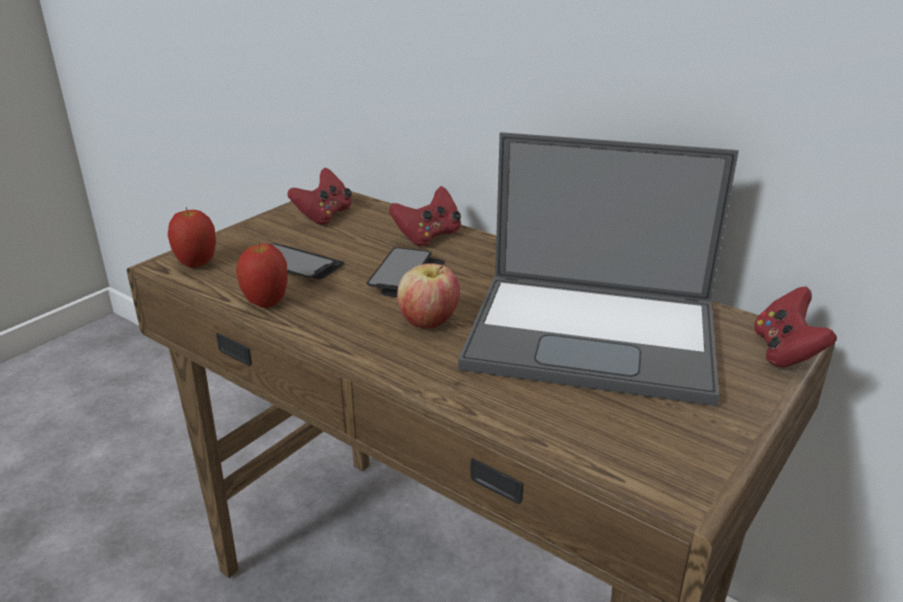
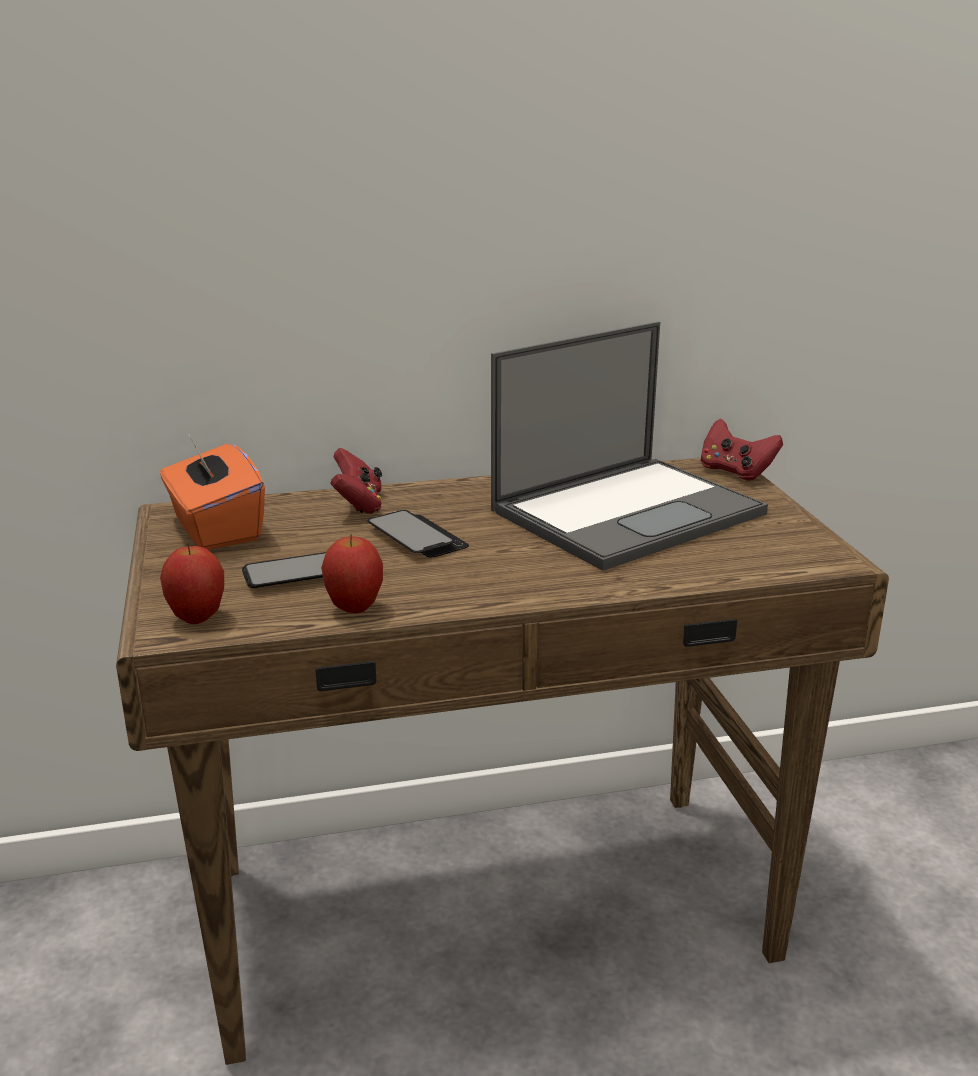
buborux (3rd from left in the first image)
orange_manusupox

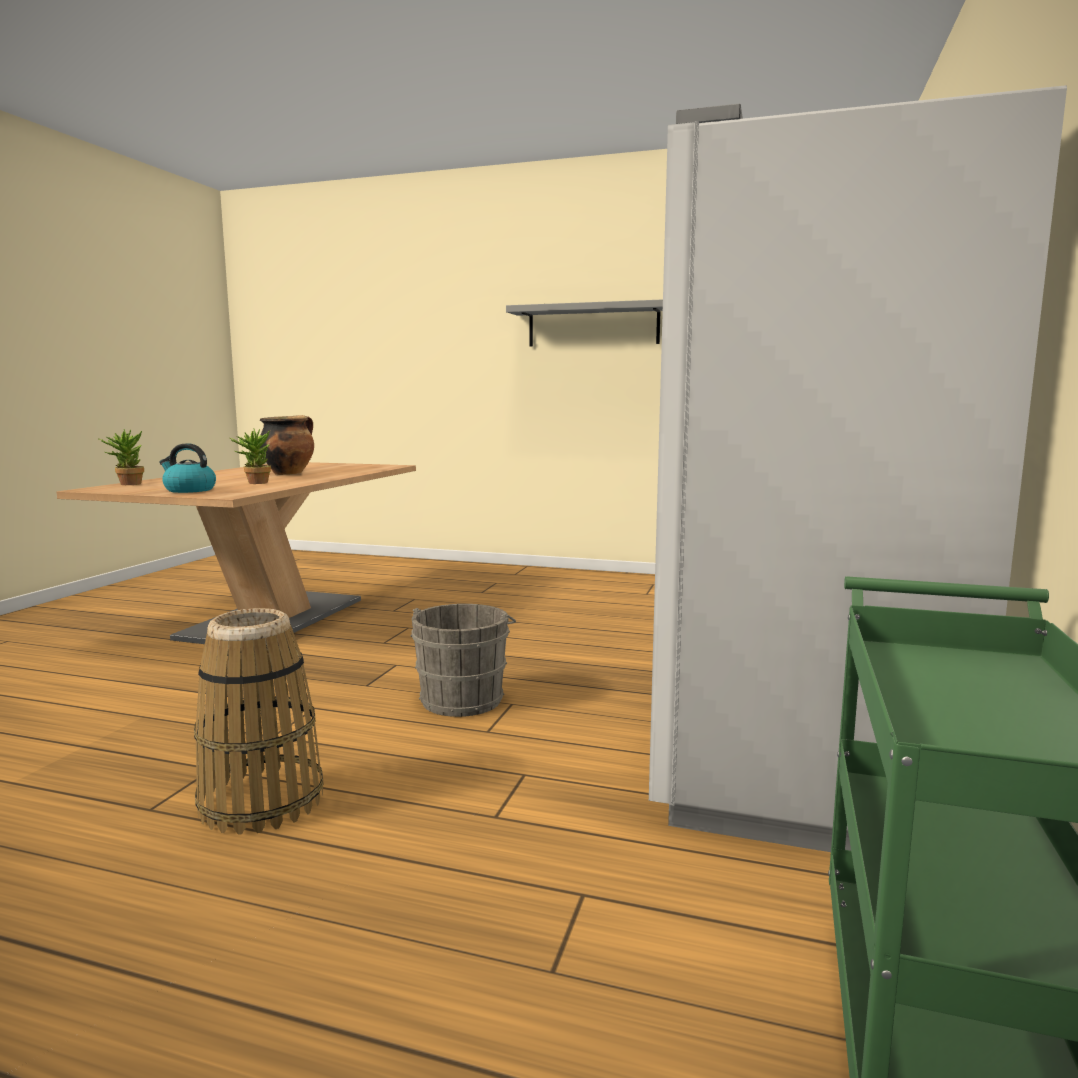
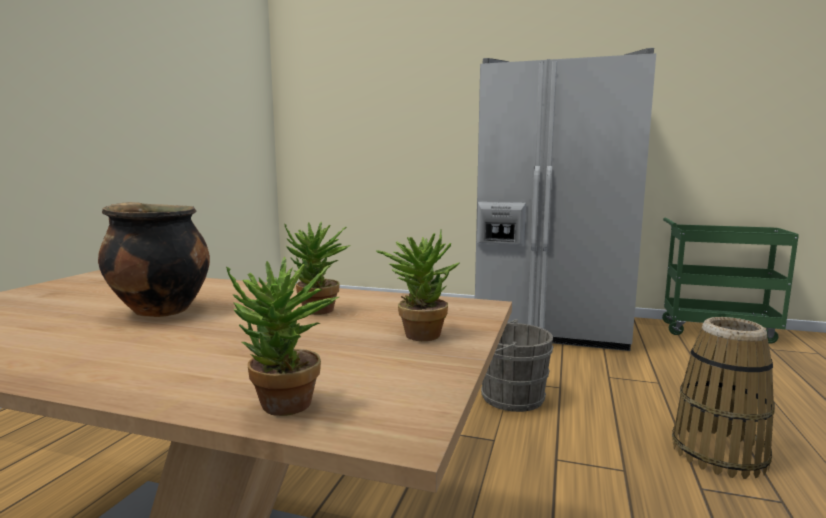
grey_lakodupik
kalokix (3rd from left)

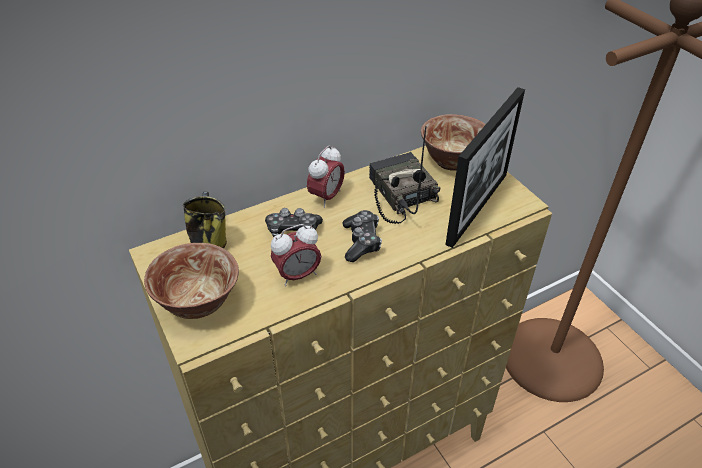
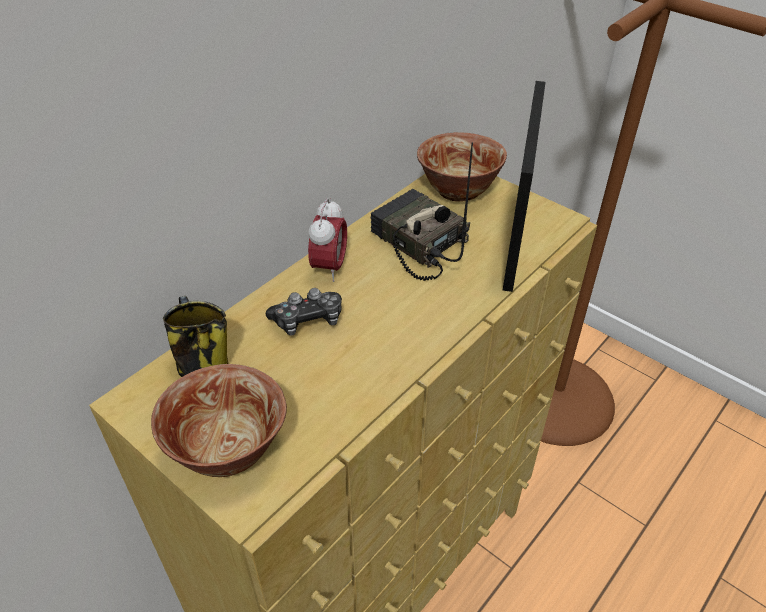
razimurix (1st from left in the first image)
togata (2nd from left in the first image)

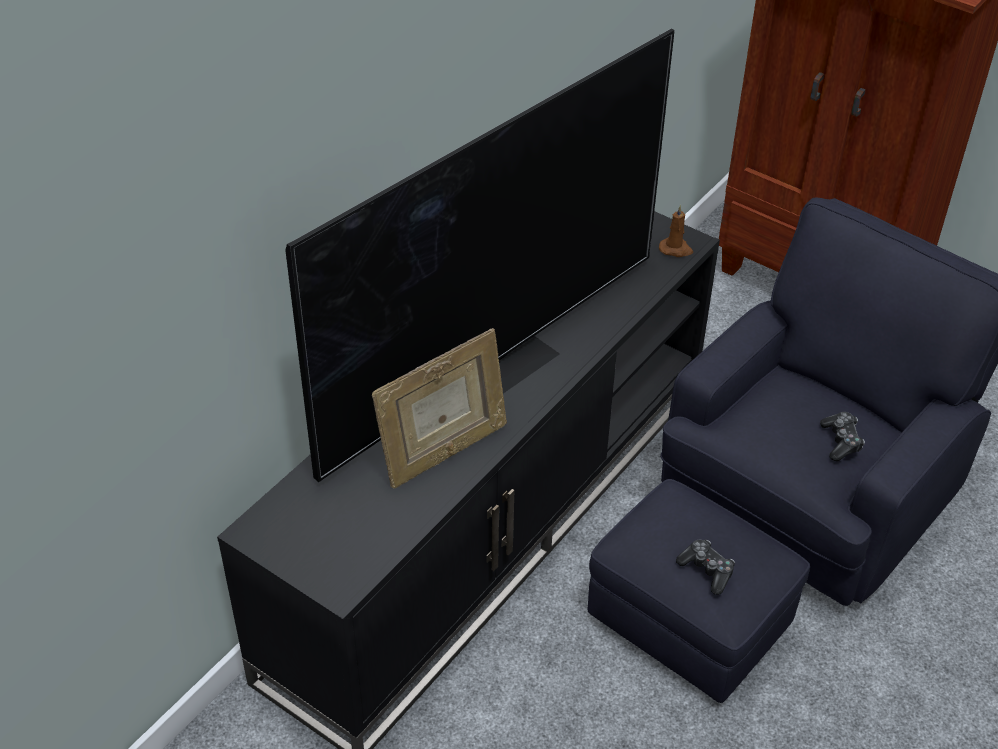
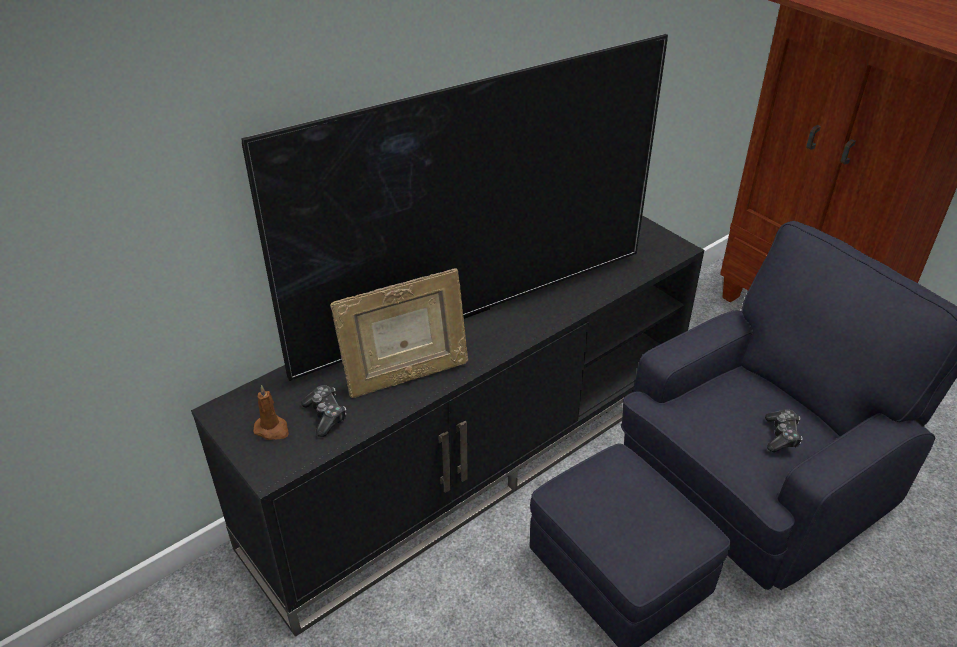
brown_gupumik
togata (1st from left)

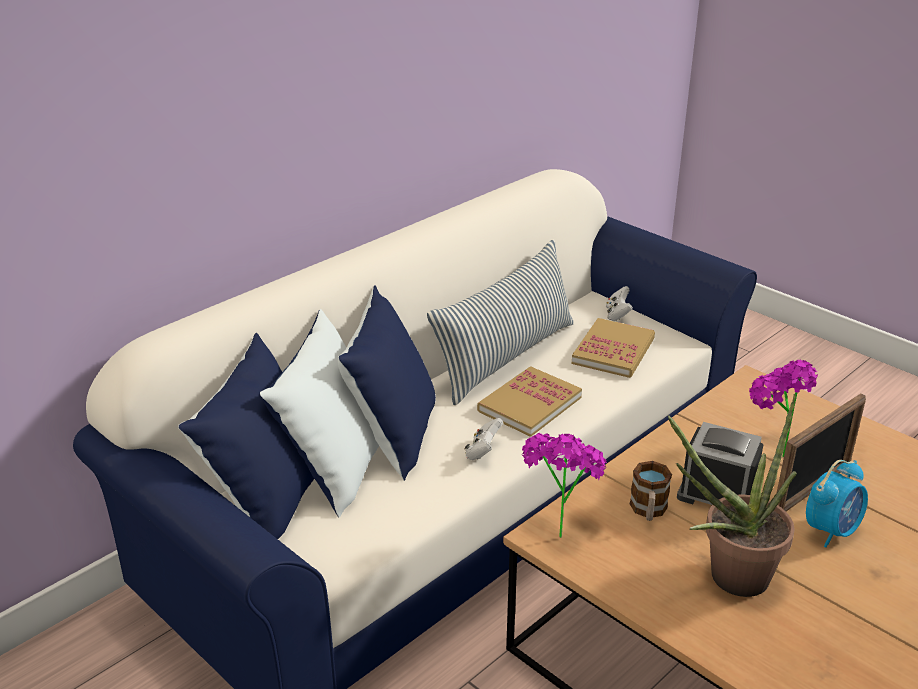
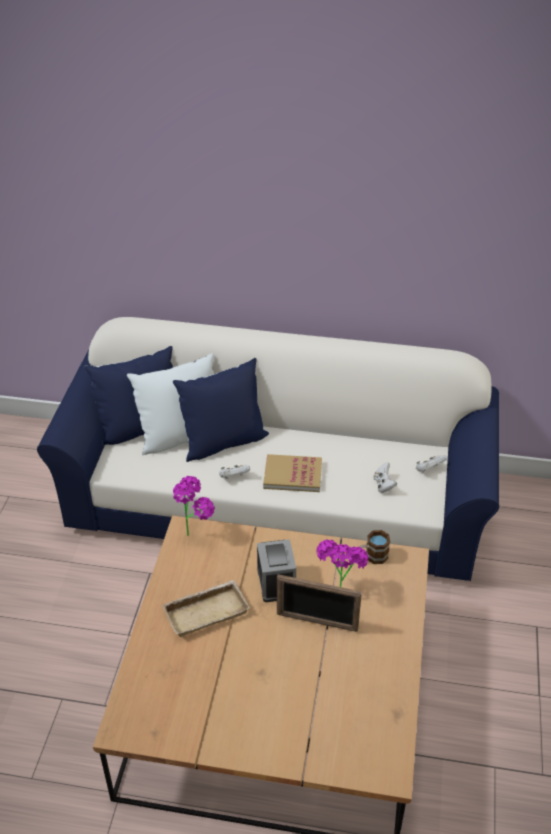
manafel
razimurix (2nd from left in the first image)
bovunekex
white_togata (2nd from left)
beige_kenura

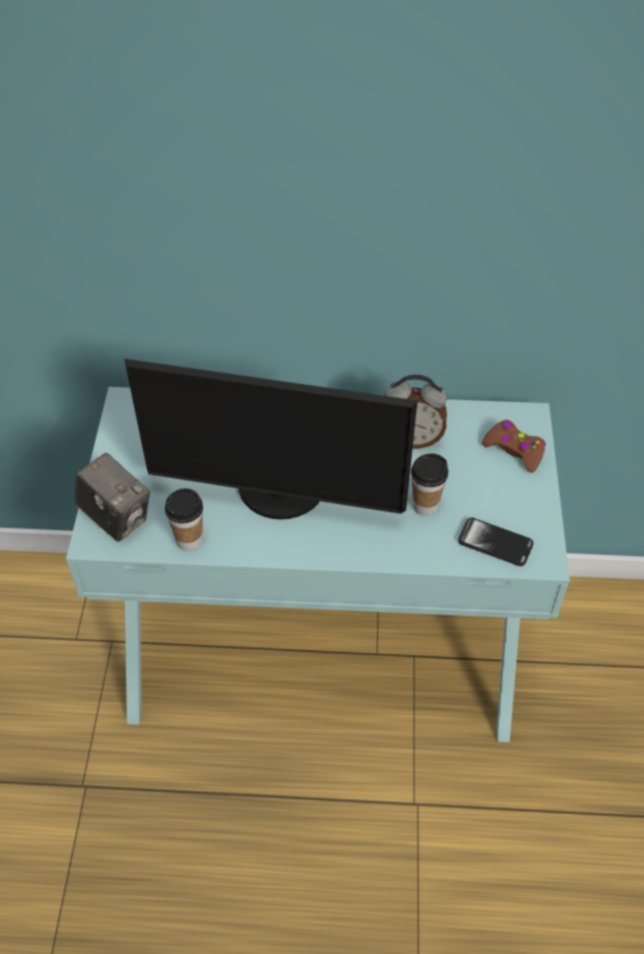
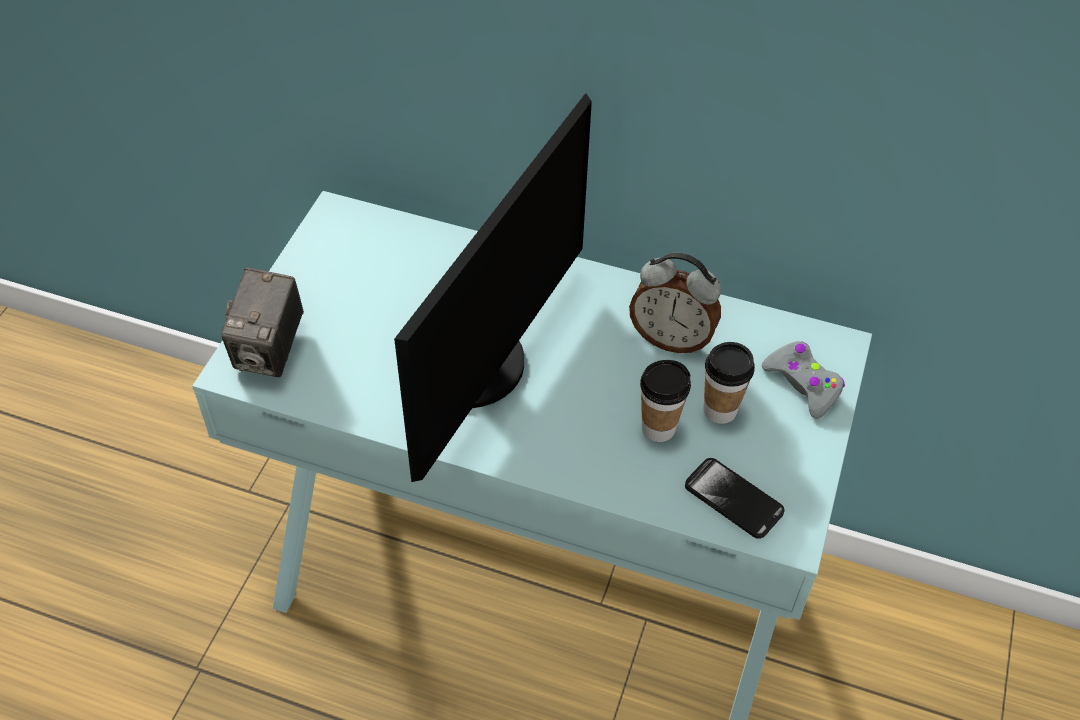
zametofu (2nd from left)
grey_togata
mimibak
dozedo

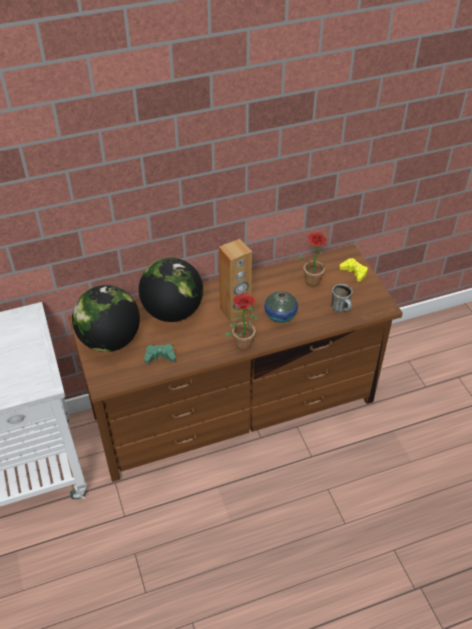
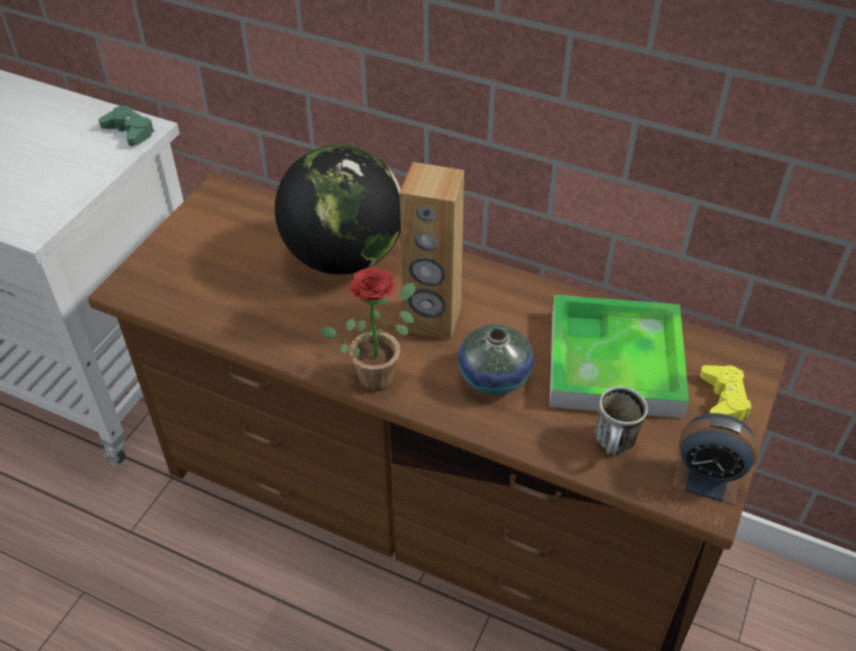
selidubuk (1st from left in the first image)
razimurix
green_togata
kenura

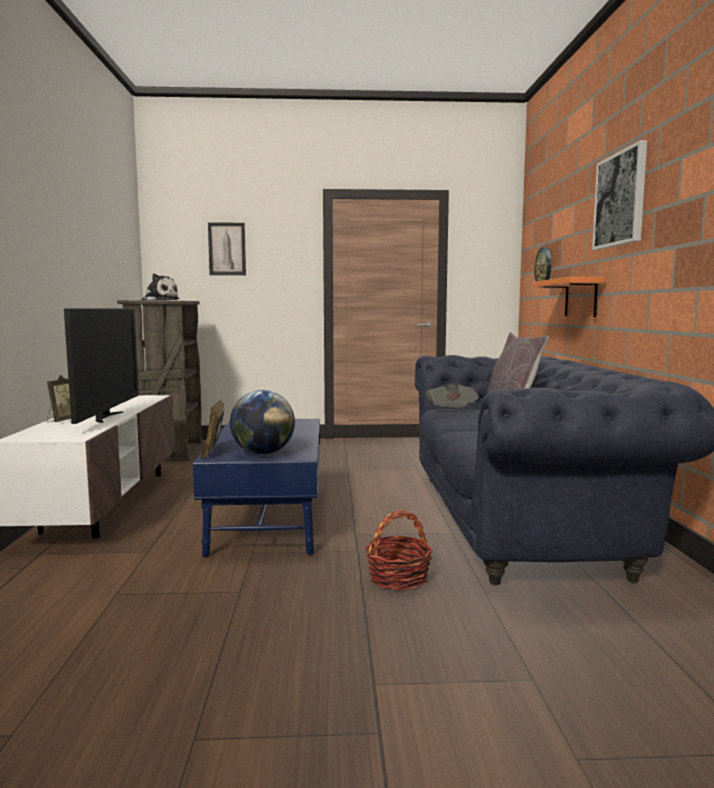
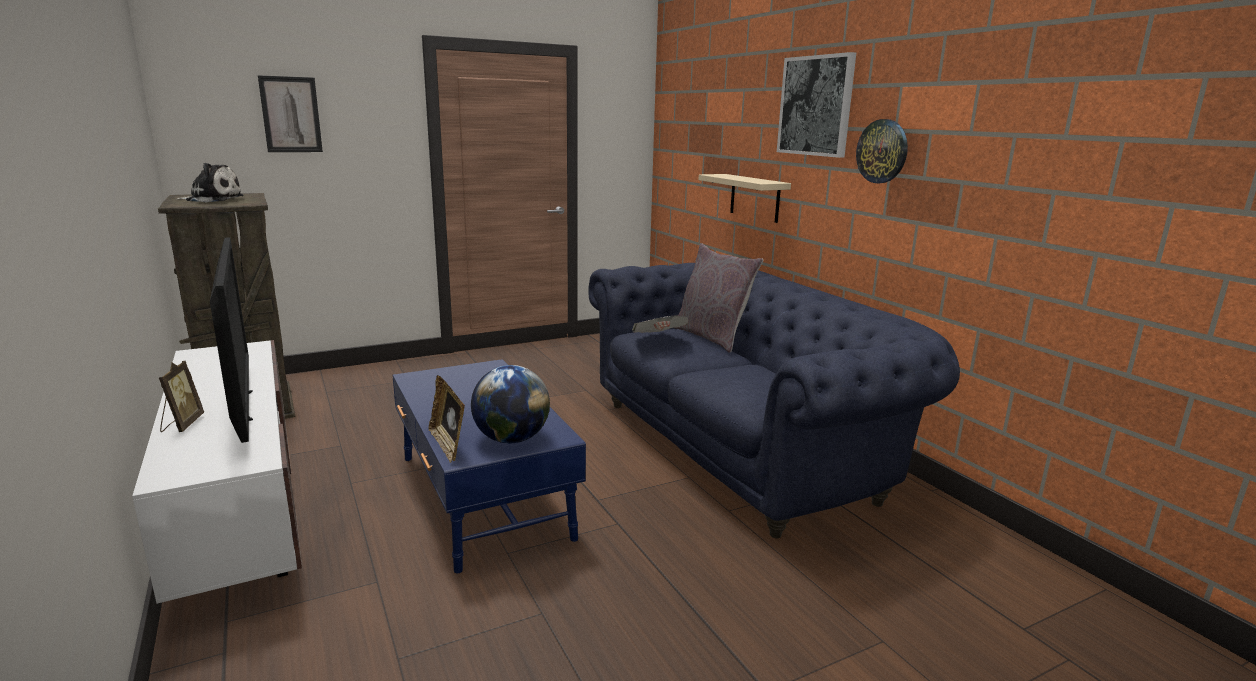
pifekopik
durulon
beige_lakodupik

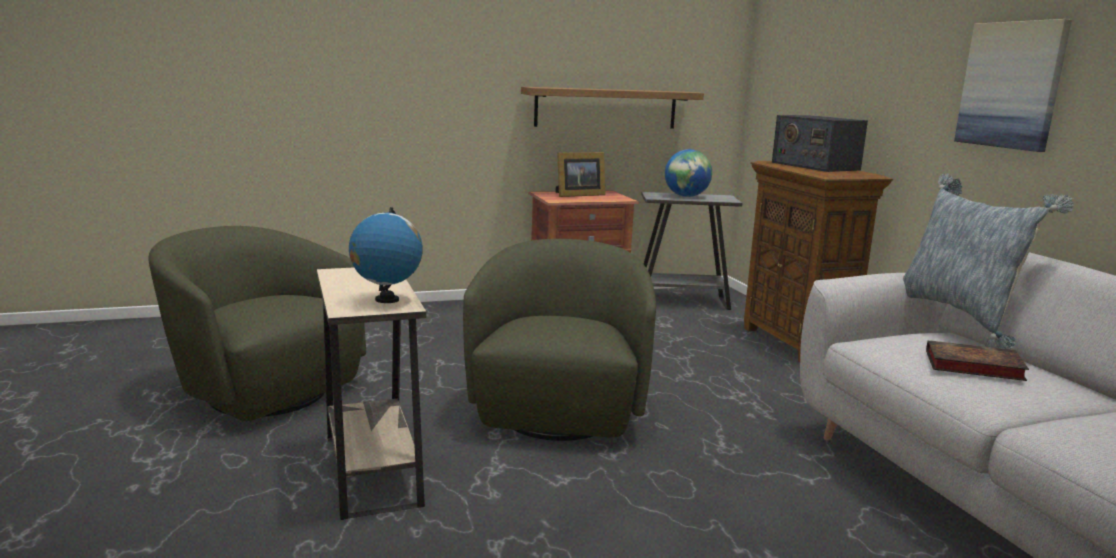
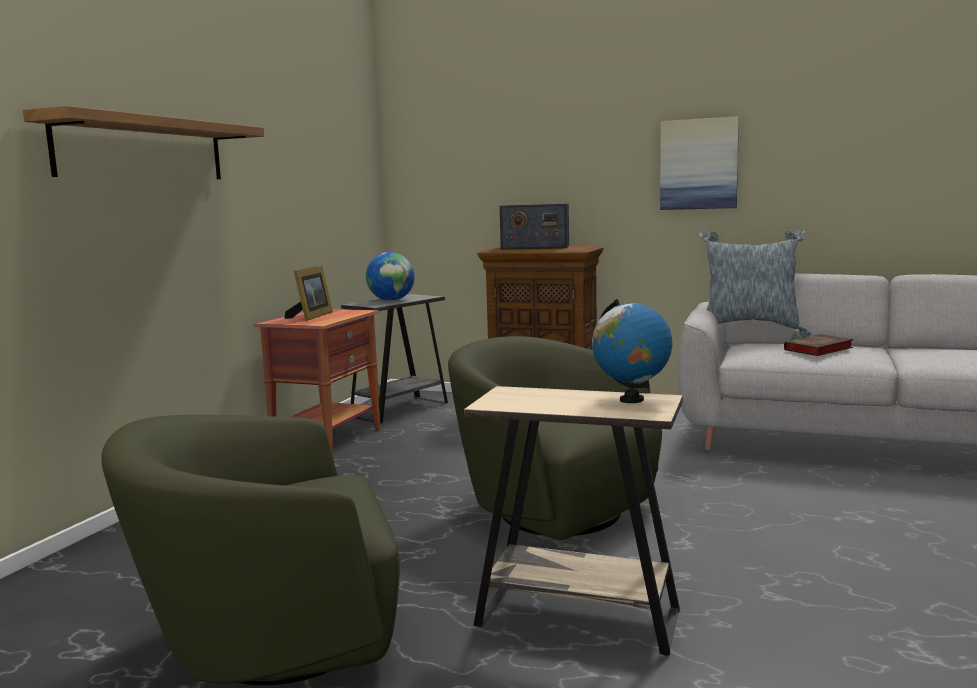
lakodupik

